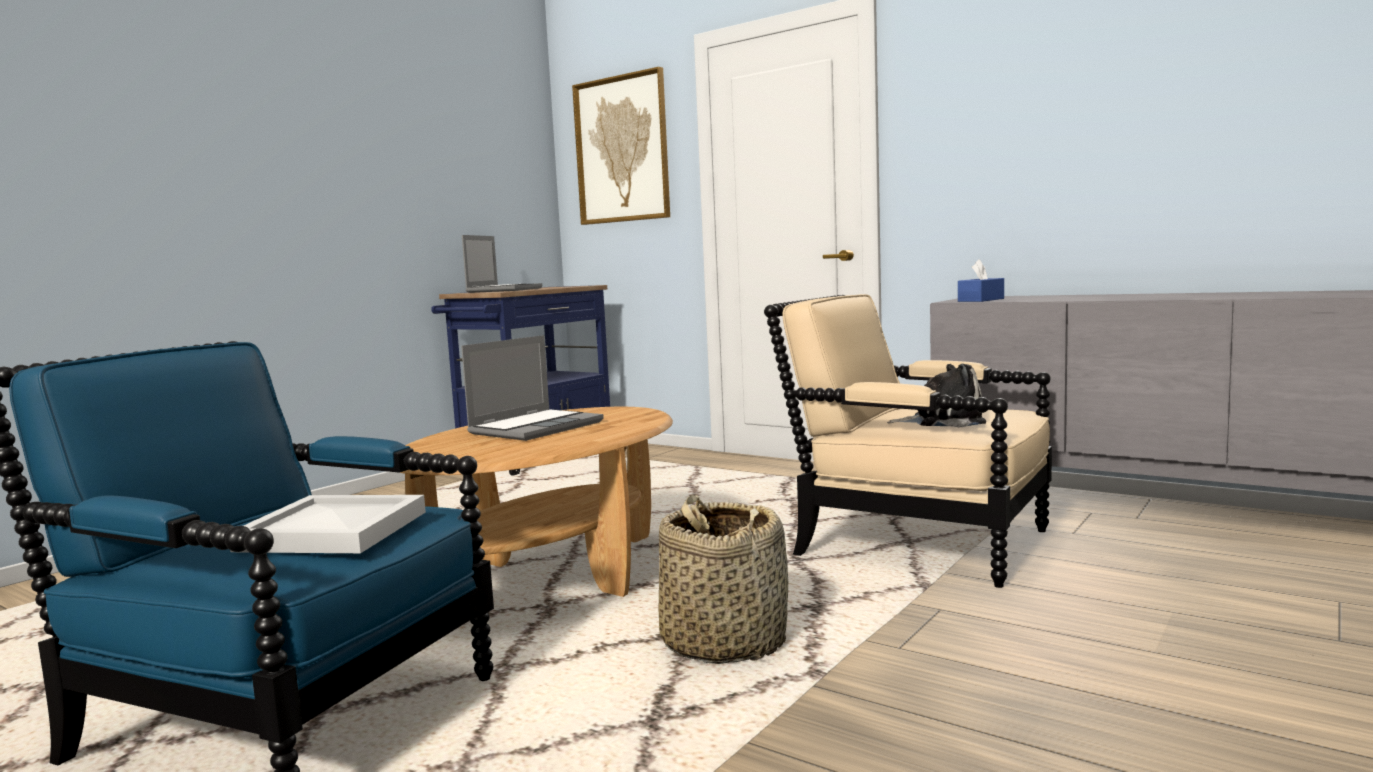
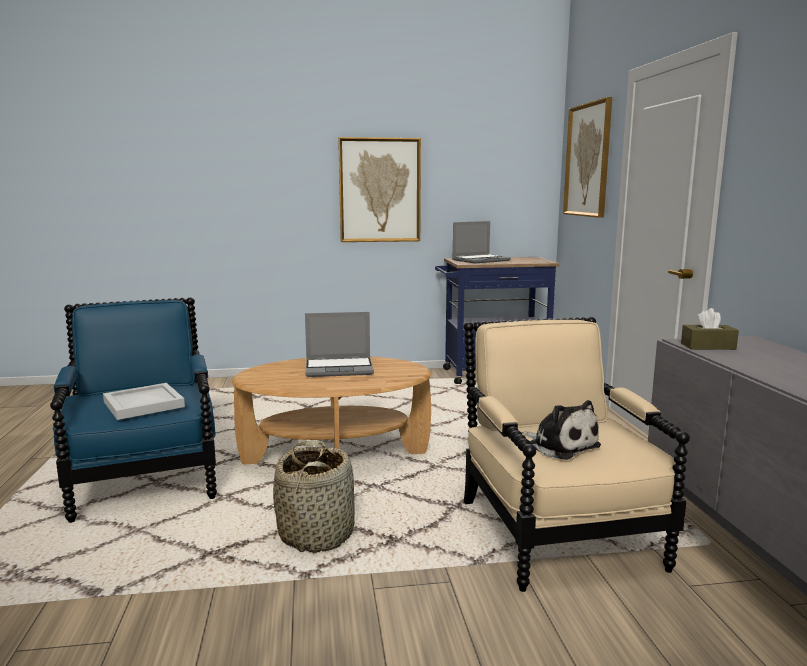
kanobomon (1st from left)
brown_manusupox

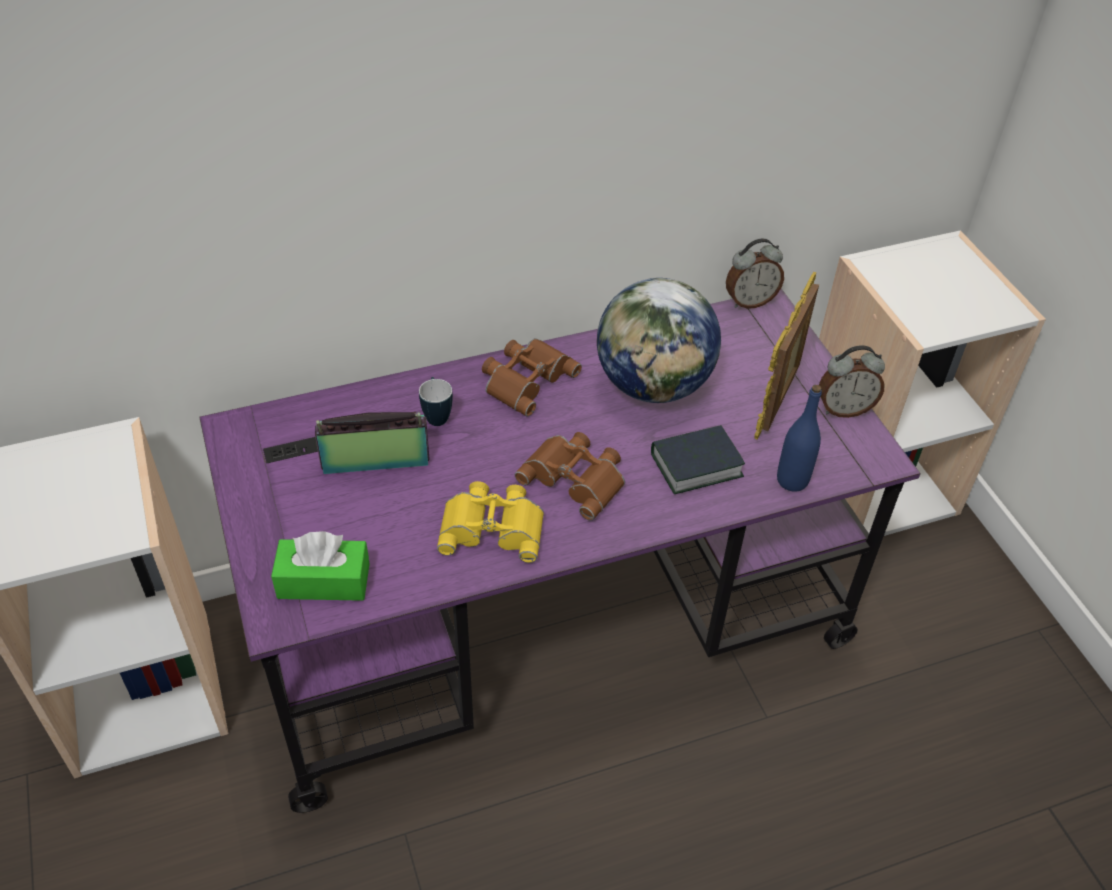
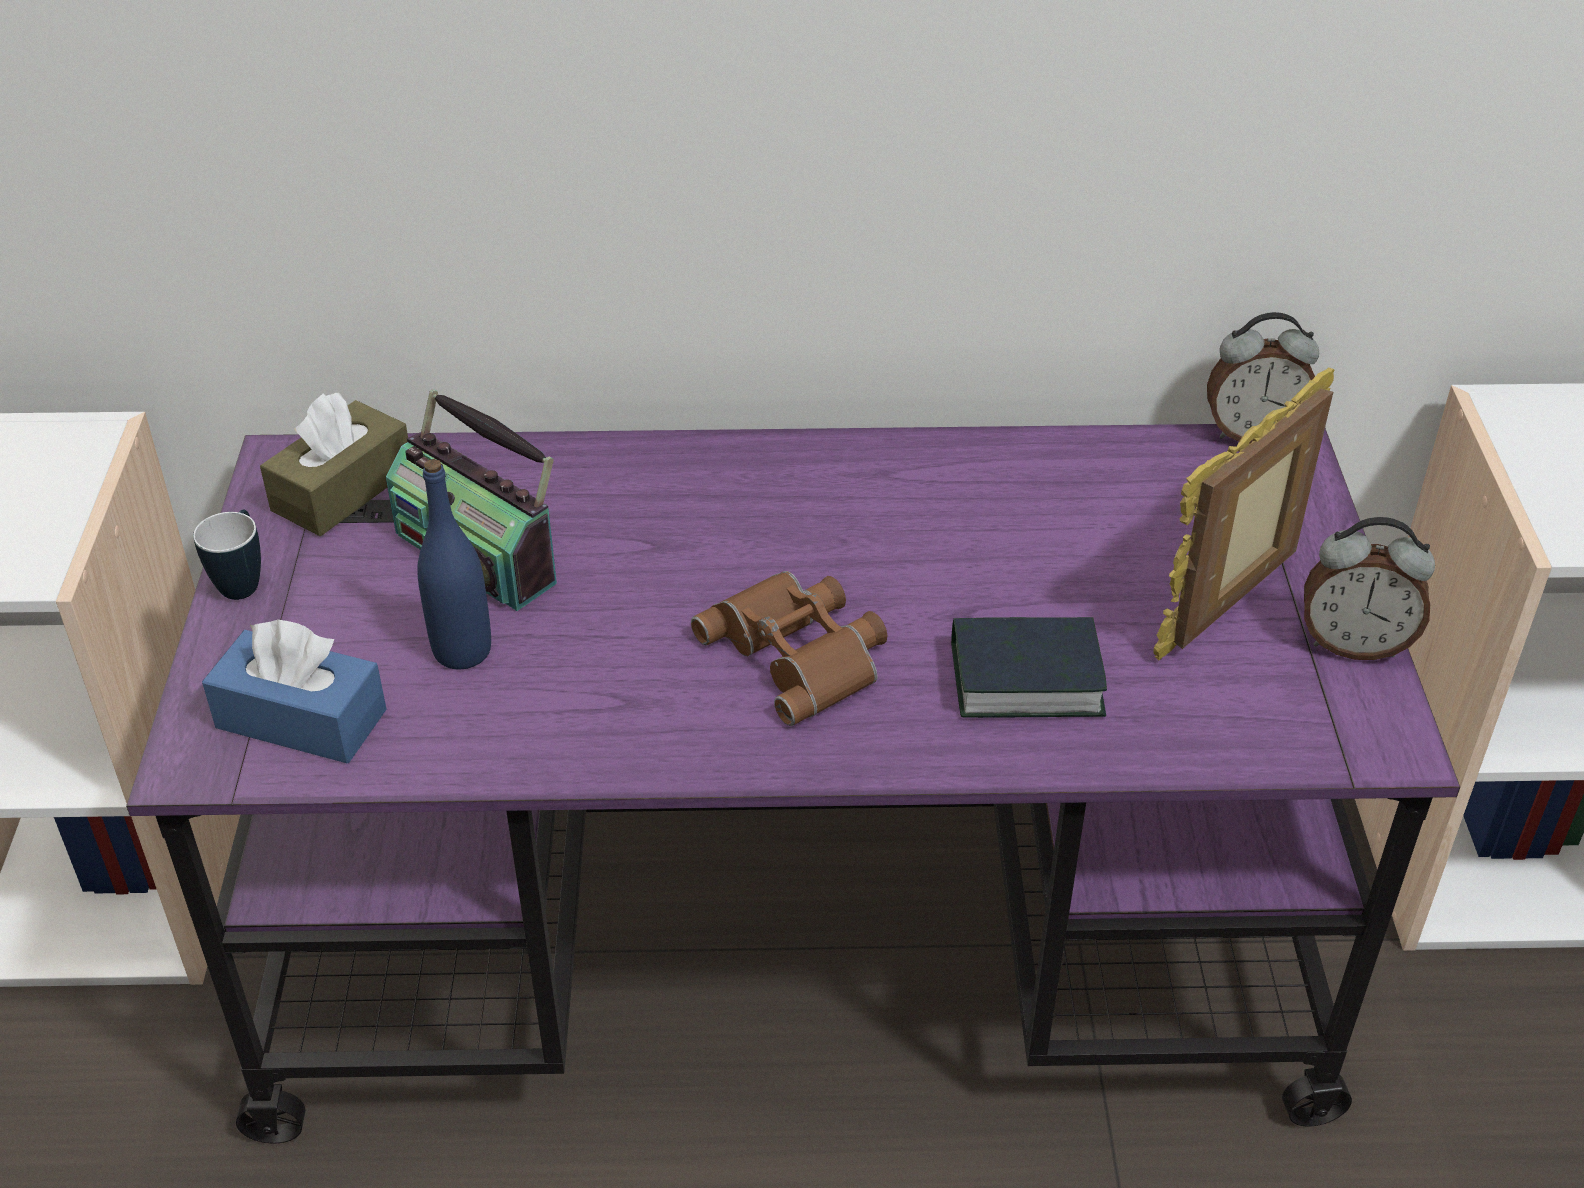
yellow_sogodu
brown_sogodu (1st from left in the first image)
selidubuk
brown_manusupox
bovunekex
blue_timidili
blue_manusupox
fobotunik

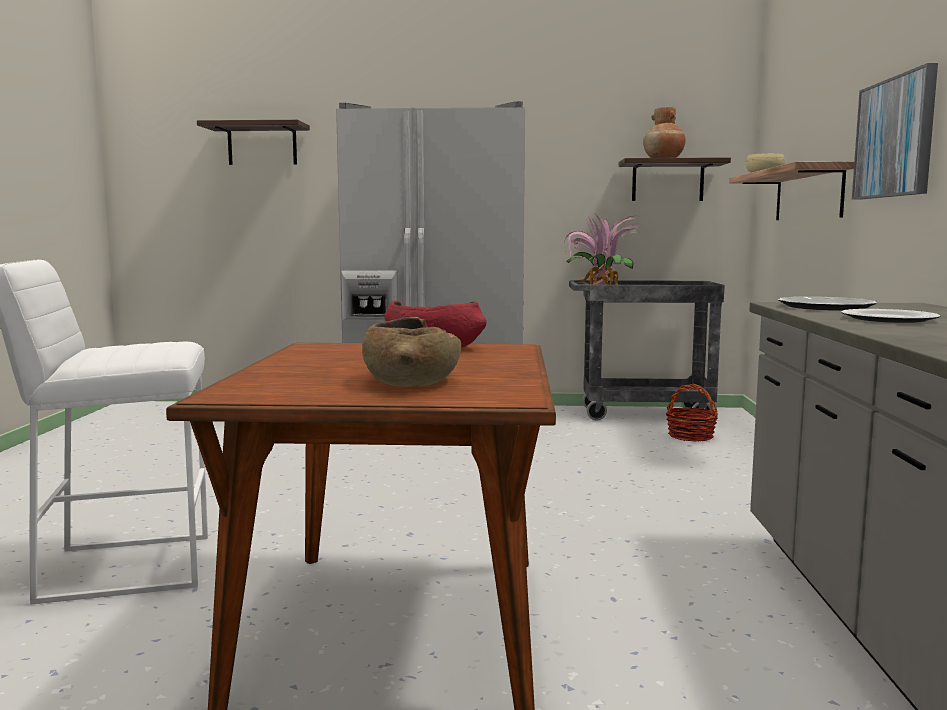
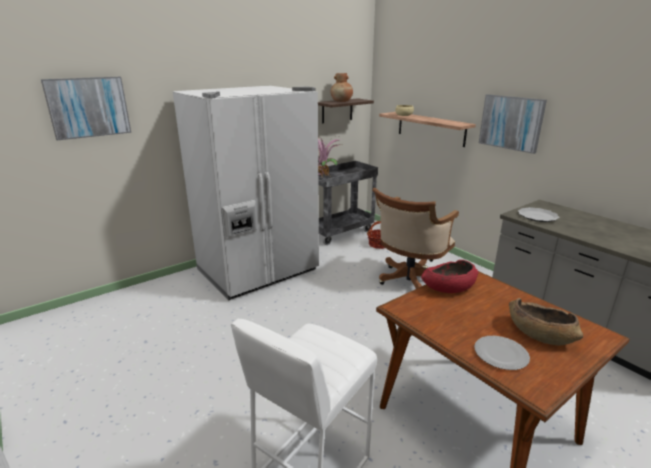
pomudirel
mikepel (1st from left)
kanobomon (1st from left)

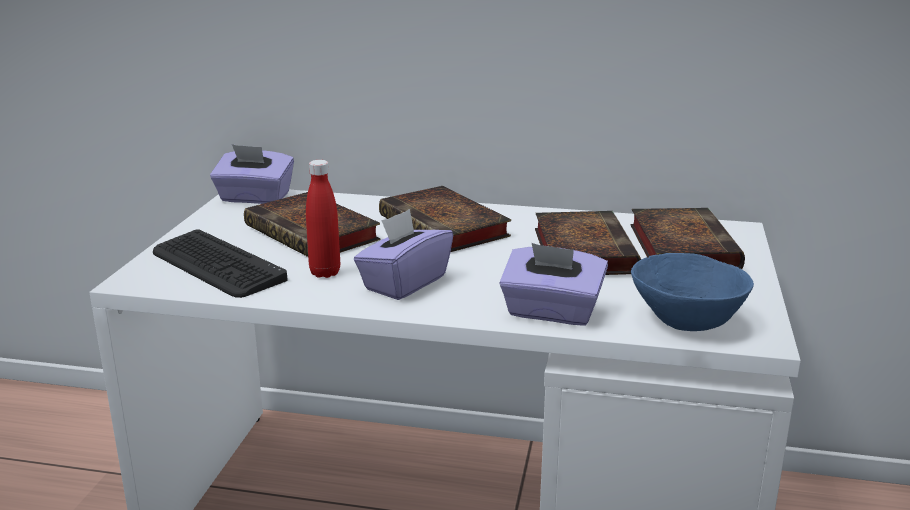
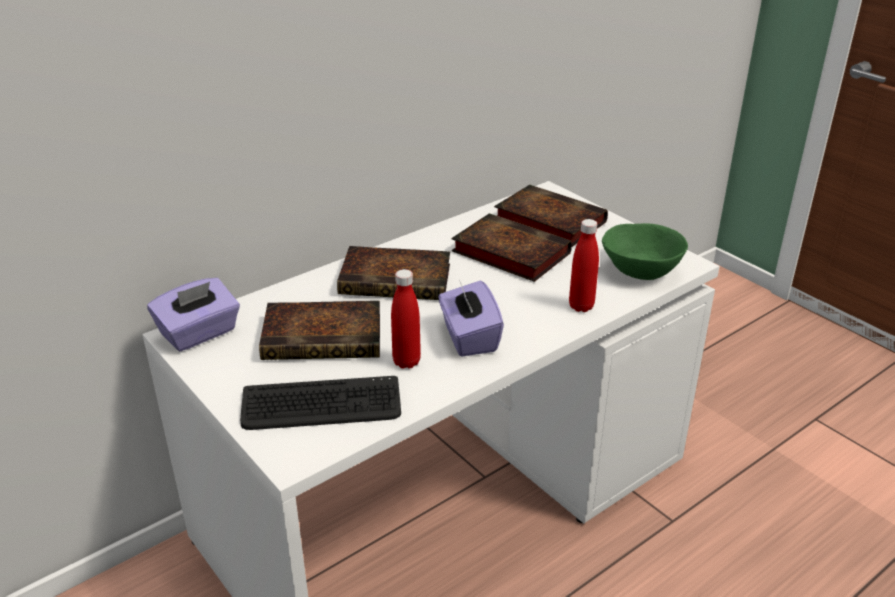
red_timidili (2nd from left)
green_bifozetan

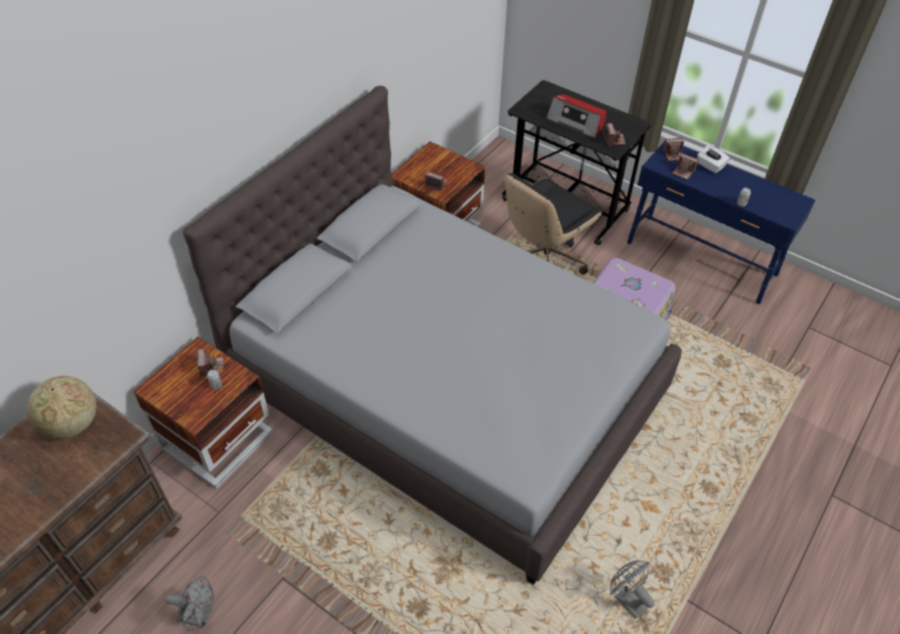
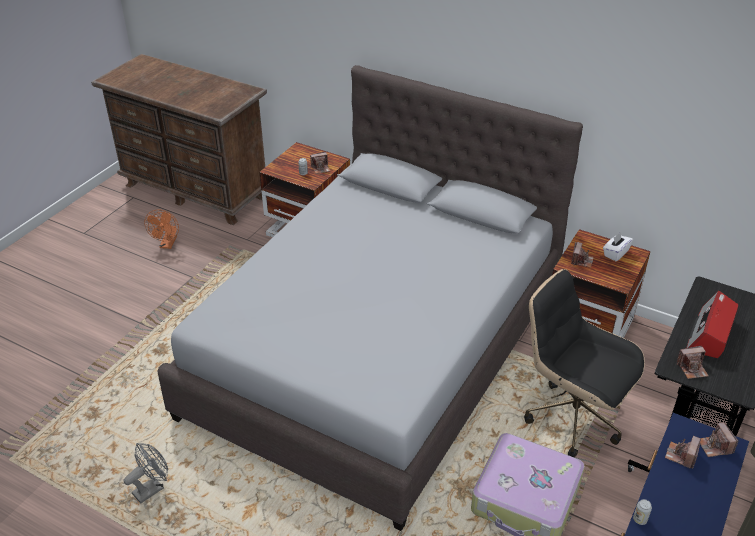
selidubuk
white_manusupox
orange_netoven

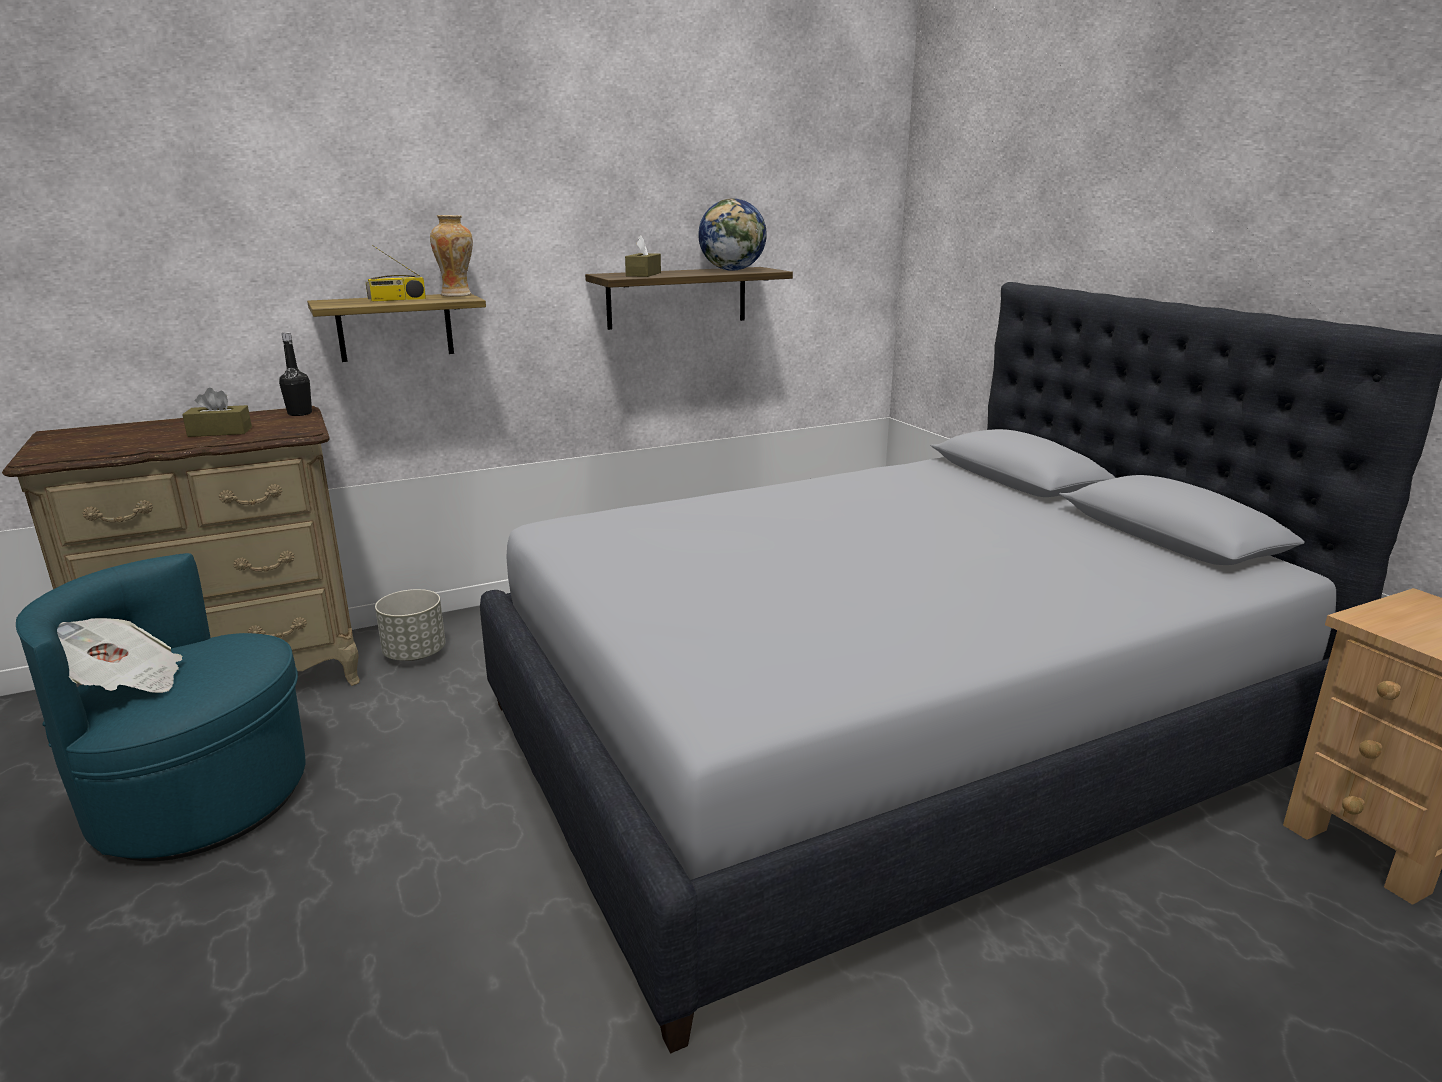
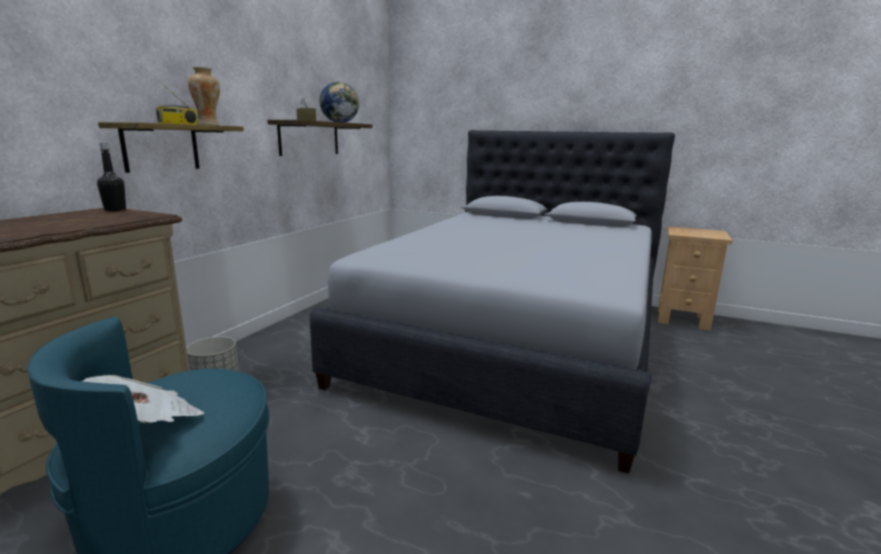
brown_manusupox (1st from left in the first image)

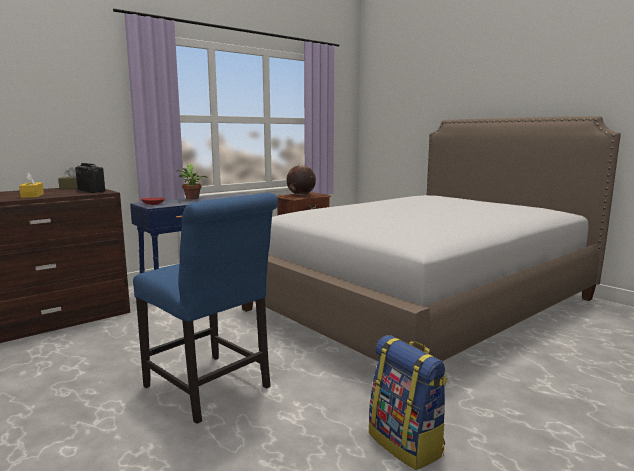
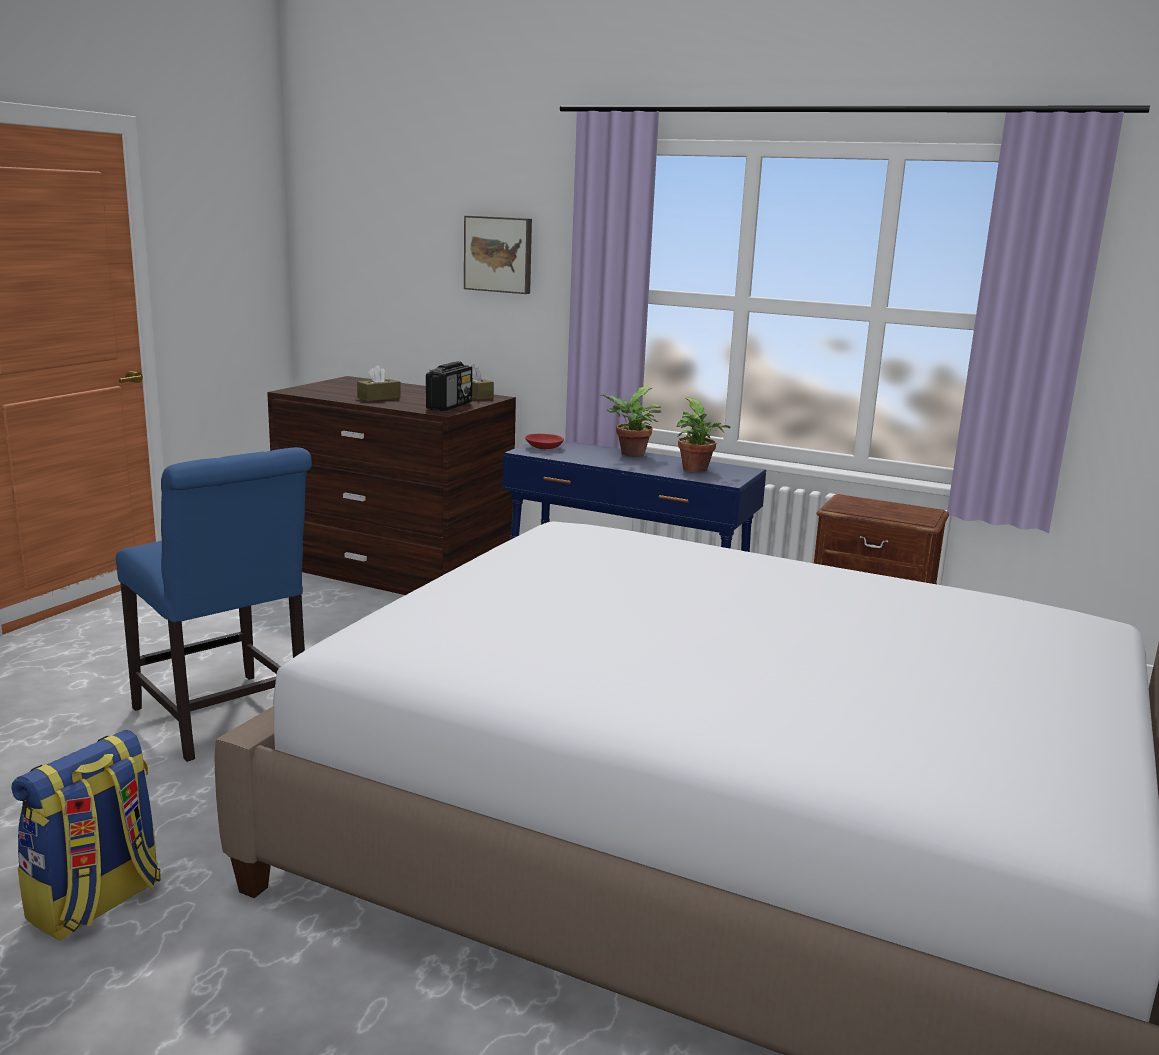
selidubuk
kanobomon
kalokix (2nd from left)
brown_manusupox (1st from left)
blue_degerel

